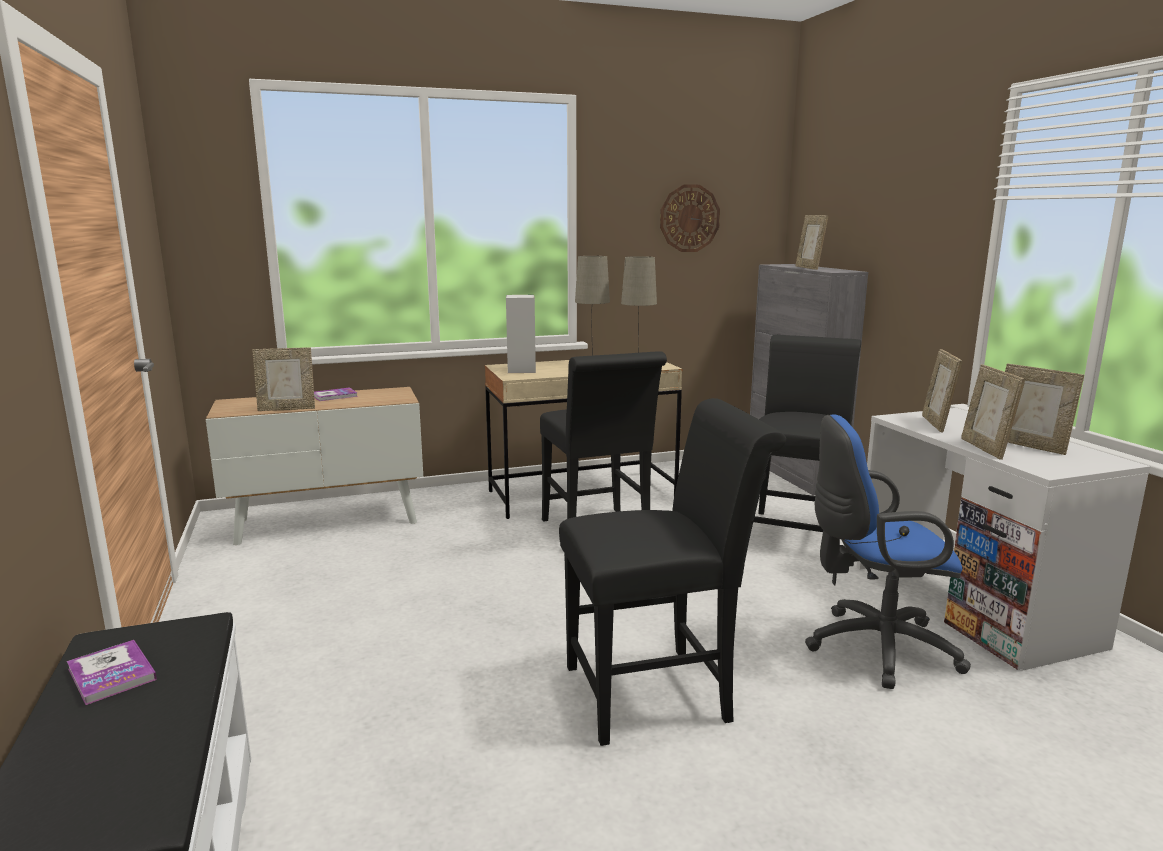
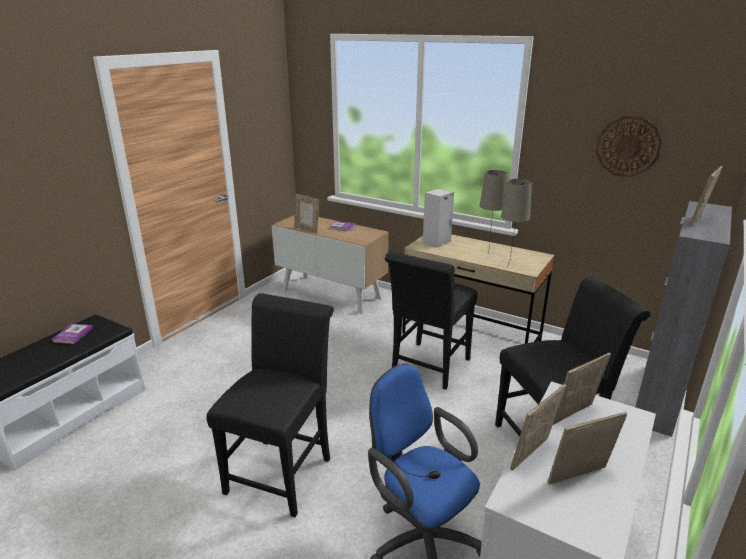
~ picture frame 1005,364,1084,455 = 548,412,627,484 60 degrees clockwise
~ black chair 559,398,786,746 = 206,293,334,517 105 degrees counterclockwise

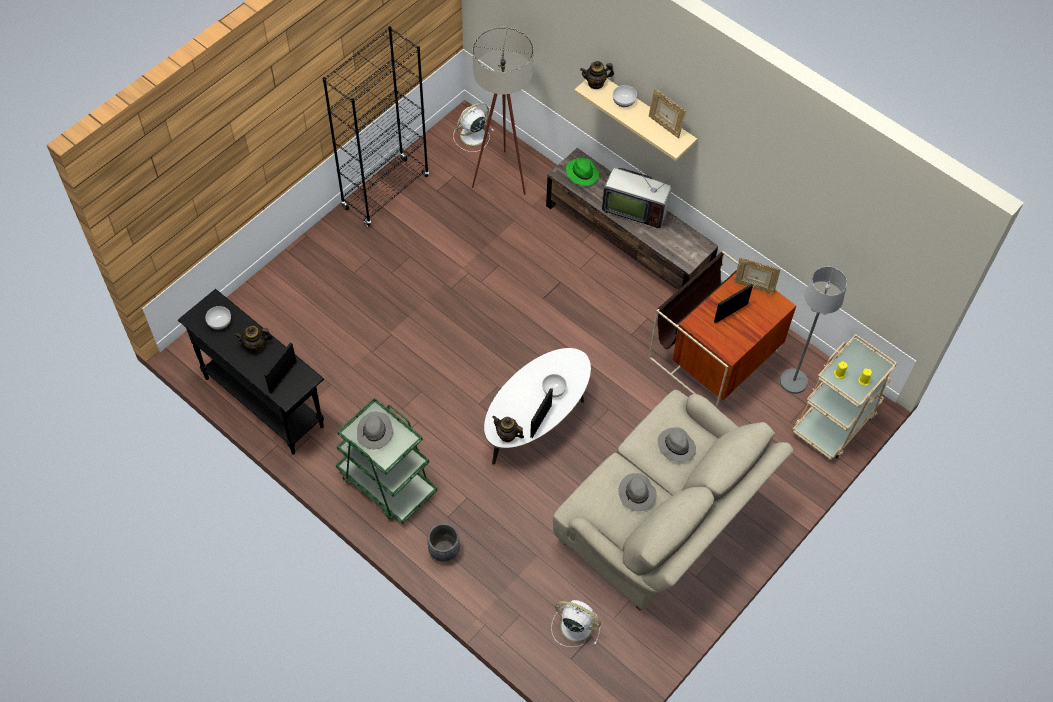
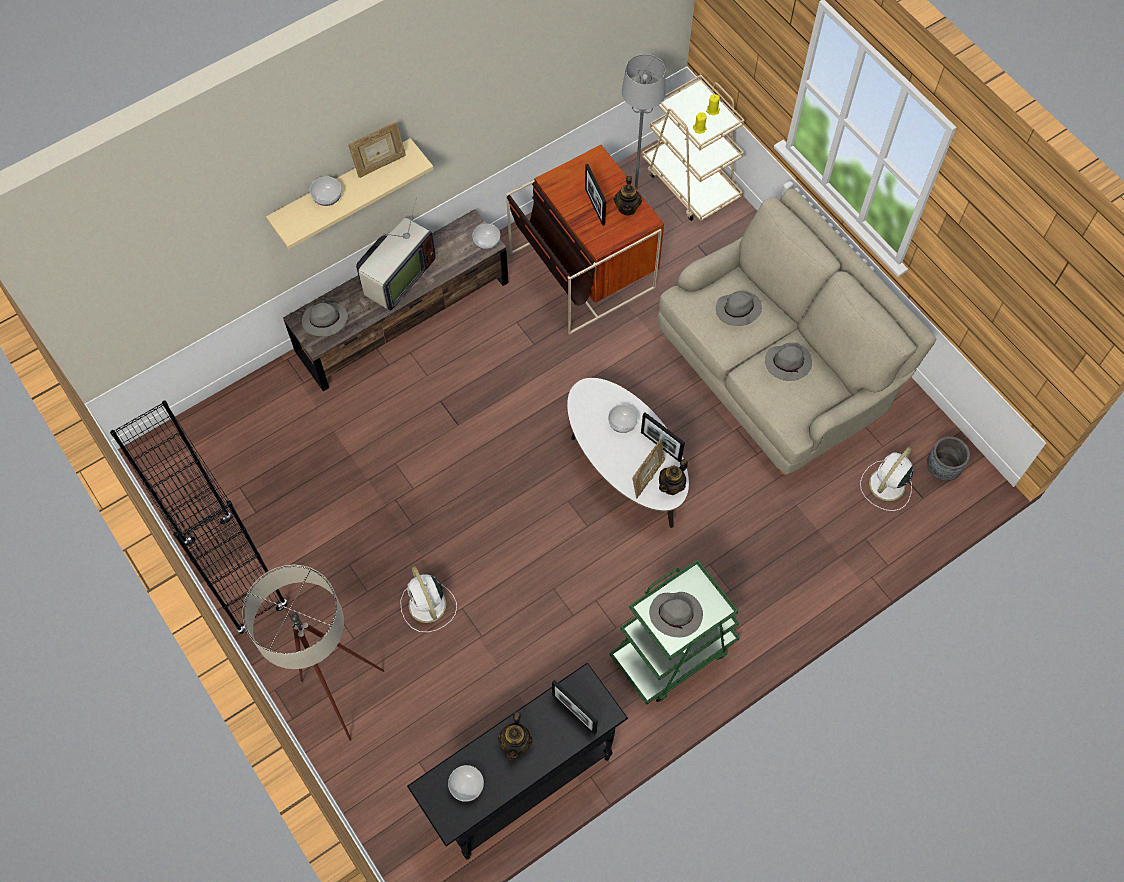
~ beige floor lamp 472,27,534,195 to 243,564,384,741
~ teapot 580,61,614,89 to 614,176,642,216
~ white fan 453,102,494,152 to 400,566,457,632
~ green hat 566,158,599,185 to grey hat 302,302,348,336
~ picture frame 734,257,780,294 to 632,438,665,498
~ grey planter 427,523,460,562 to 927,436,970,481
+ bowl 472,224,500,250

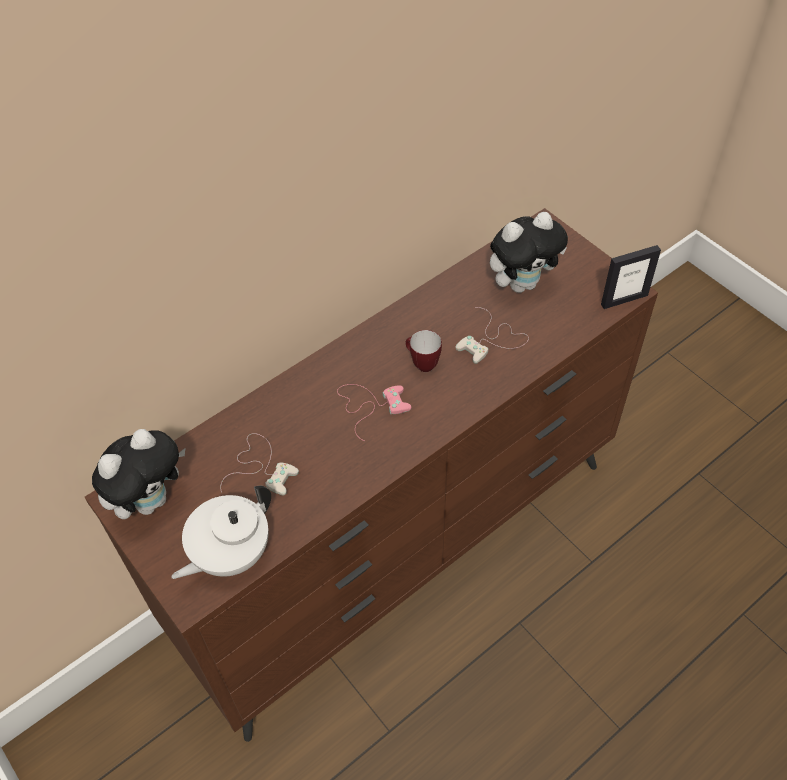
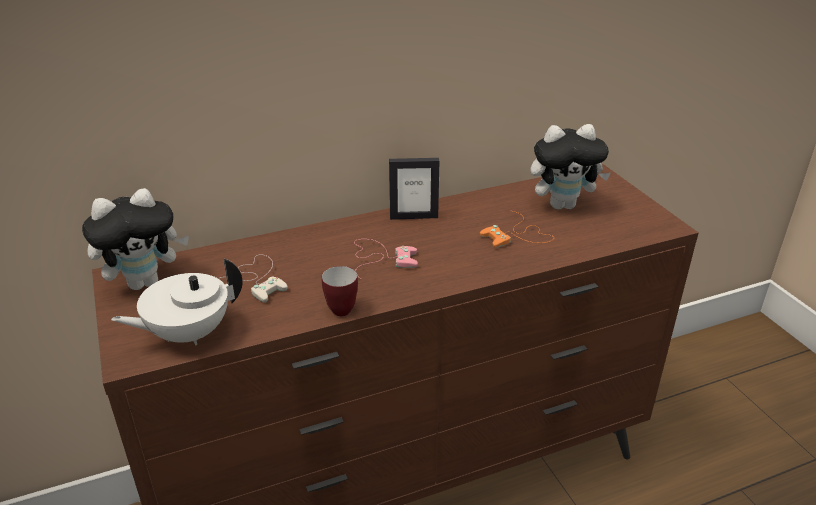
~ picture frame 601,245,661,309 to 389,158,439,220
~ white game controller 455,307,529,364 to orange game controller 480,211,554,248
~ mug 405,330,442,372 to 322,266,358,316

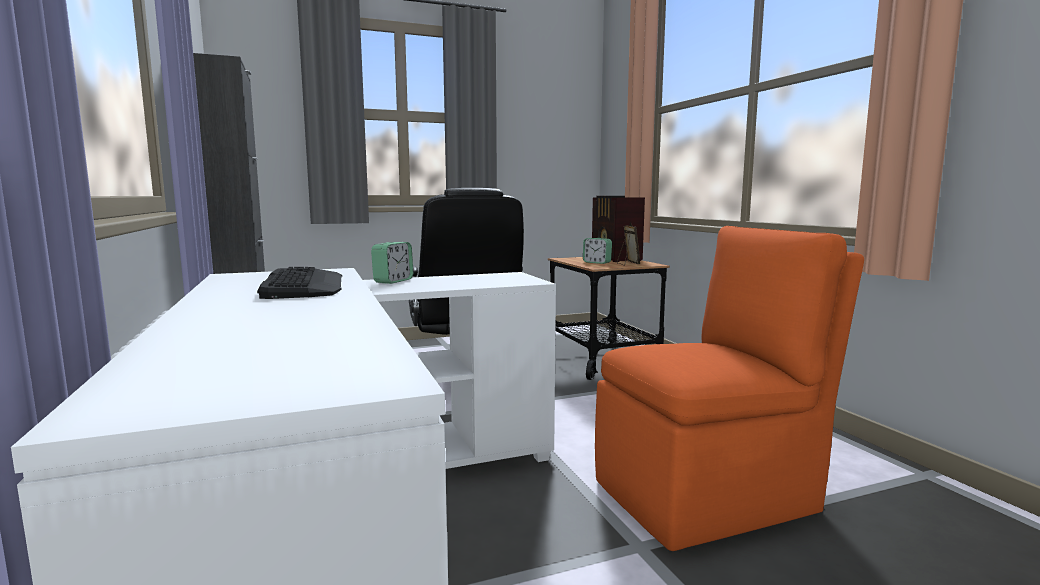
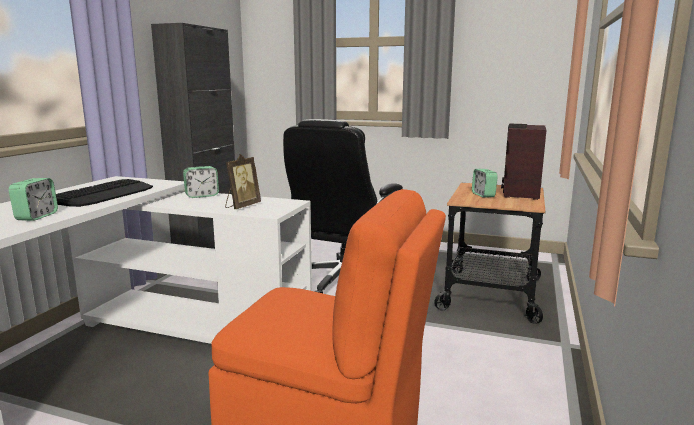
~ picture frame 617,222,640,266 to 225,154,261,209
+ alarm clock 8,178,58,221

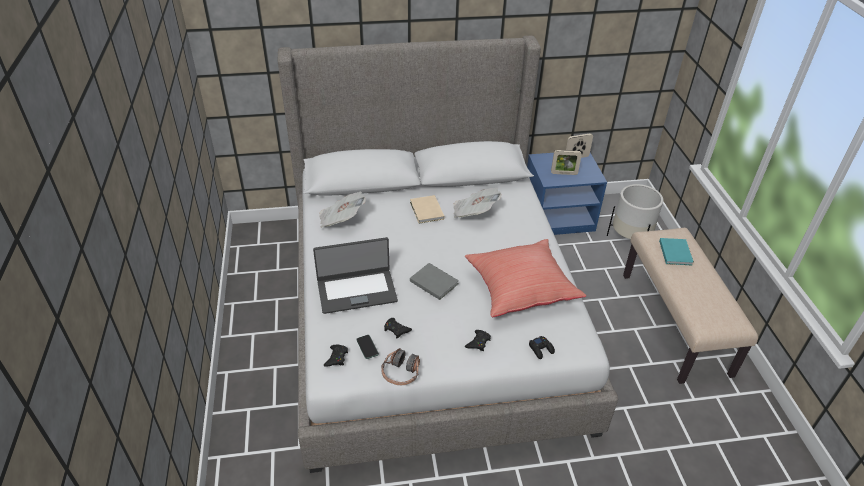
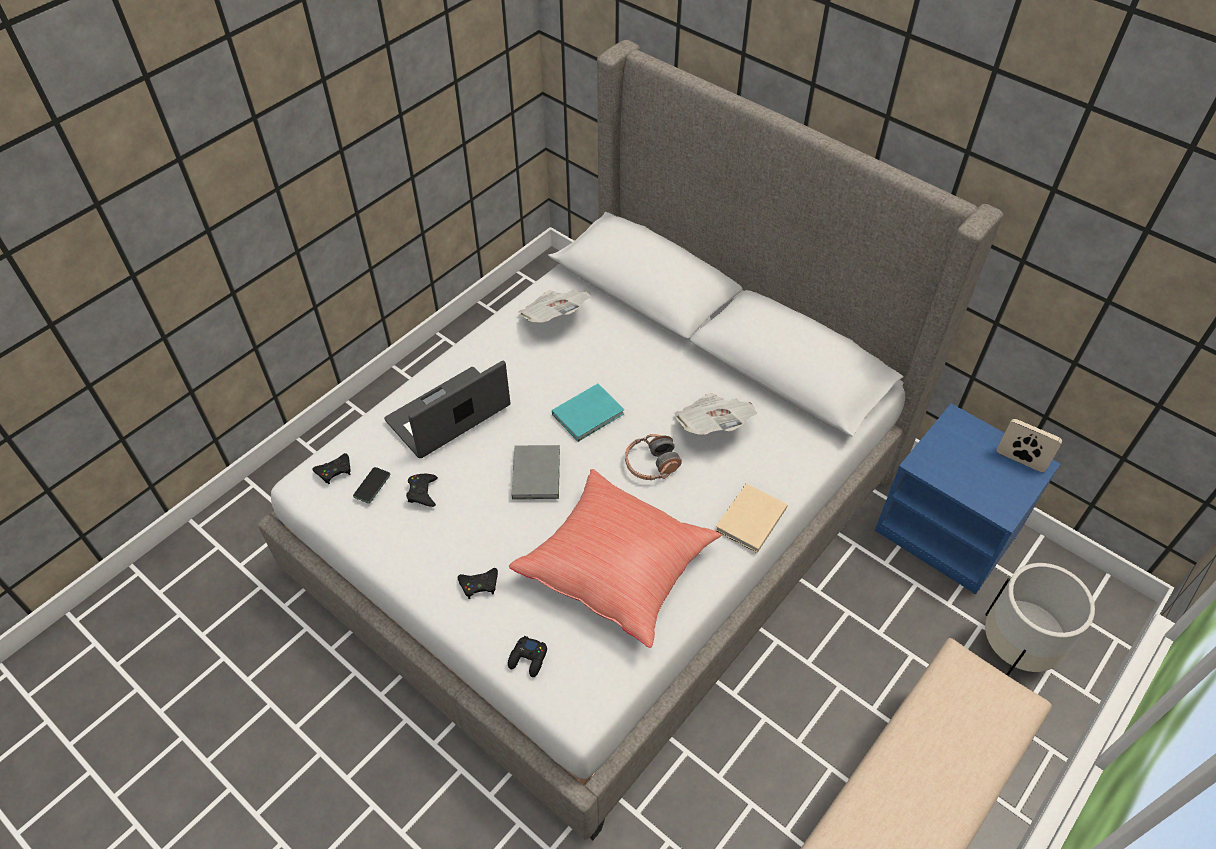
- picture frame 551,150,582,175
~ beige book 410,195,444,224 to 715,483,788,553
~ laptop 313,237,398,314 = 384,360,511,458 105 degrees clockwise
~ turquoise book 659,238,694,266 to 552,383,624,442
~ headphones 381,348,420,385 to 625,434,682,480

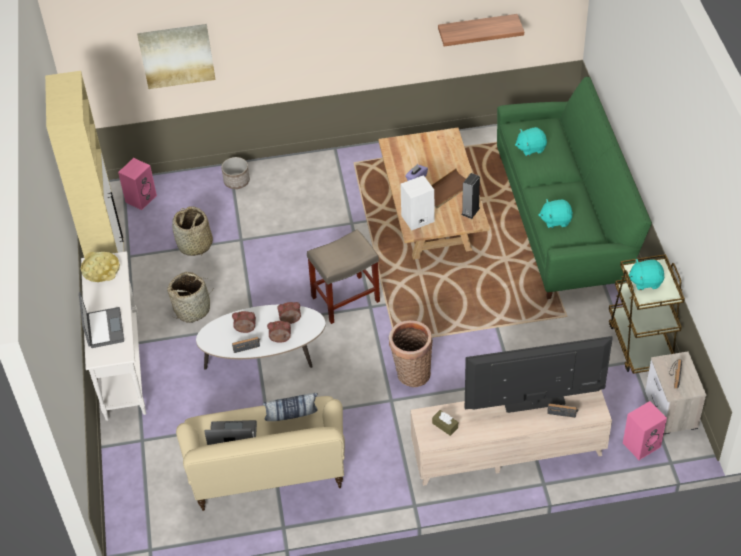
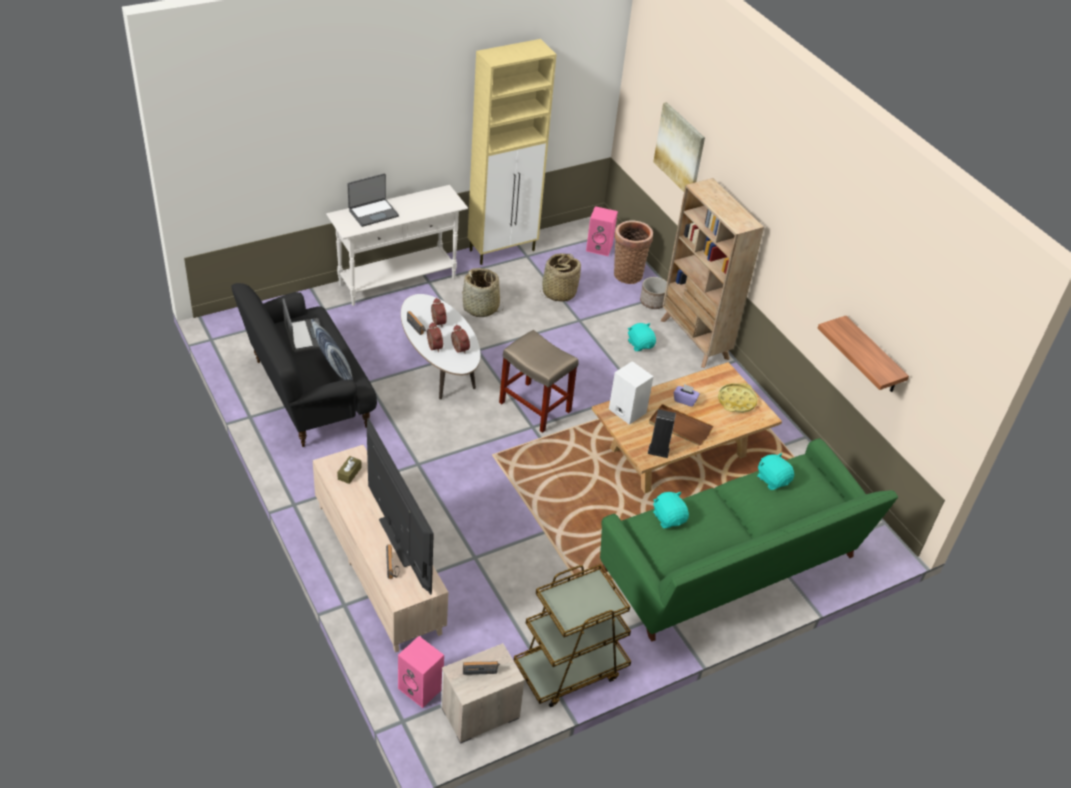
~ yellow tray 81,252,120,282 to 718,383,758,413
~ turquoise plush toy 629,259,664,290 to 628,323,656,351
~ basket 389,320,433,387 to 614,220,653,284
~ beige sofa 176,396,345,511 to black sofa 232,283,377,447
+ beige bookcase 661,178,764,368

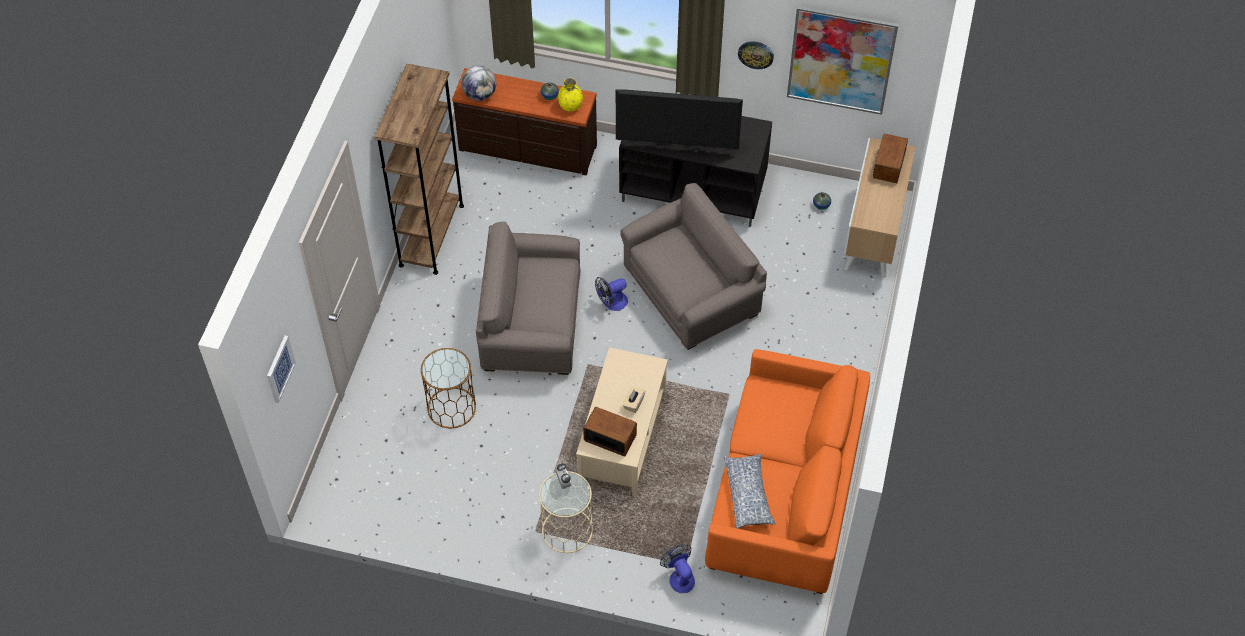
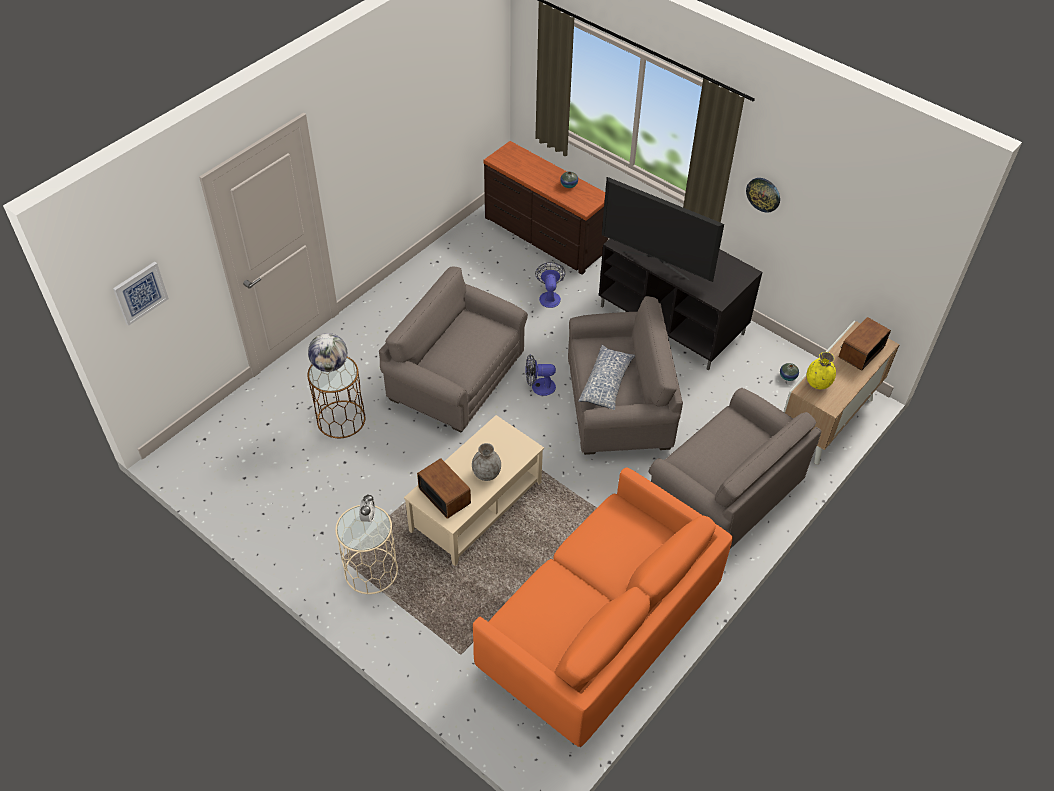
- picture 787,6,899,115
- brown bookcase 374,64,464,275
~ globe 462,66,496,101 to 308,333,347,372
~ yellow vase 558,78,583,112 to 807,352,836,389
~ beige tissue box 622,387,646,413 to grey vase 472,443,501,481
~ pillow 724,454,775,529 to 578,345,636,410
~ fan 660,544,695,593 to 535,262,565,308
+ grey armchair 649,388,821,549

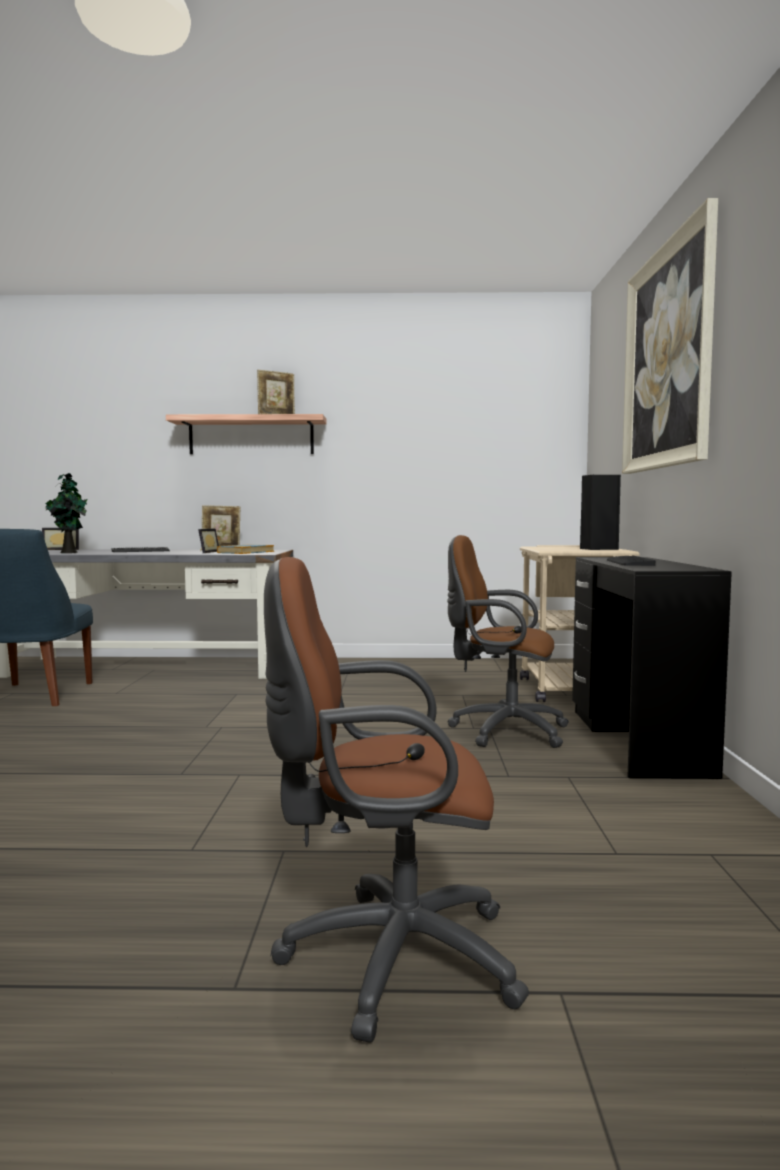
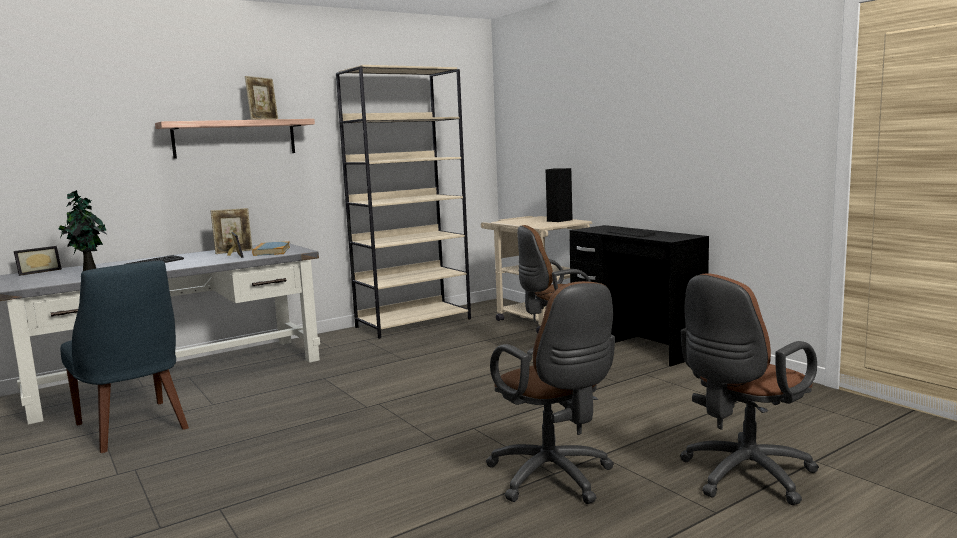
- picture 622,198,718,474
+ beige bookcase 336,65,471,339
+ brown office chair 486,281,615,504

